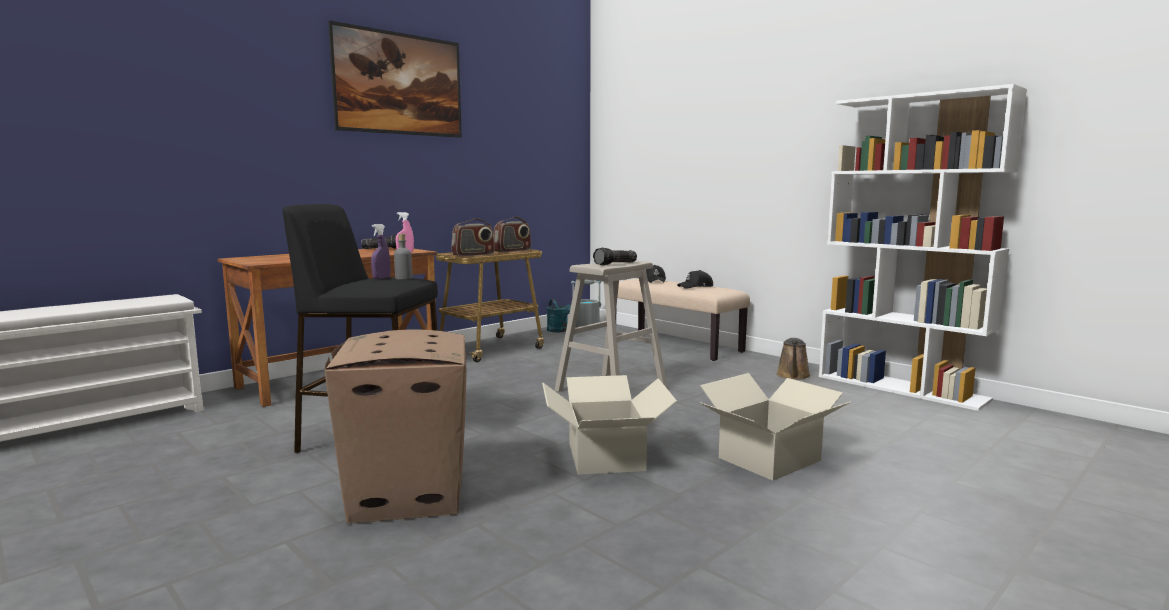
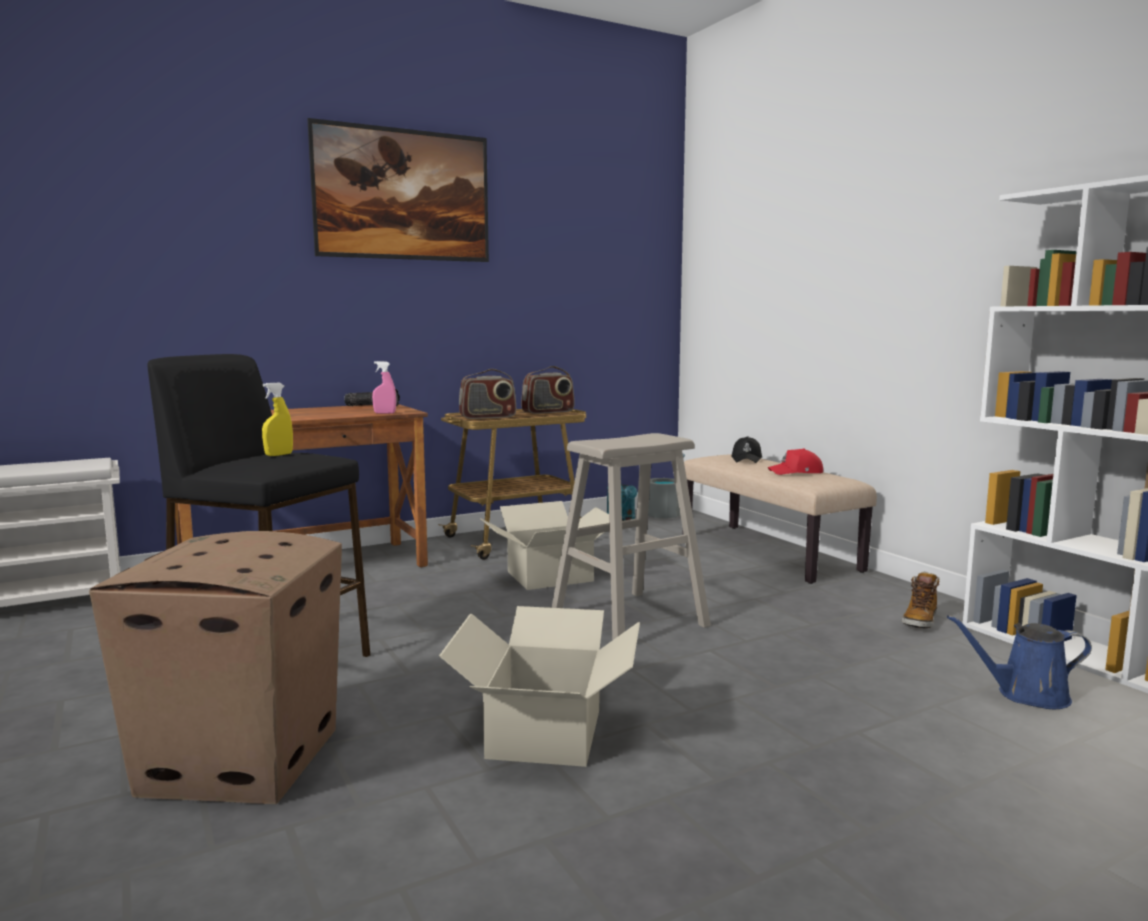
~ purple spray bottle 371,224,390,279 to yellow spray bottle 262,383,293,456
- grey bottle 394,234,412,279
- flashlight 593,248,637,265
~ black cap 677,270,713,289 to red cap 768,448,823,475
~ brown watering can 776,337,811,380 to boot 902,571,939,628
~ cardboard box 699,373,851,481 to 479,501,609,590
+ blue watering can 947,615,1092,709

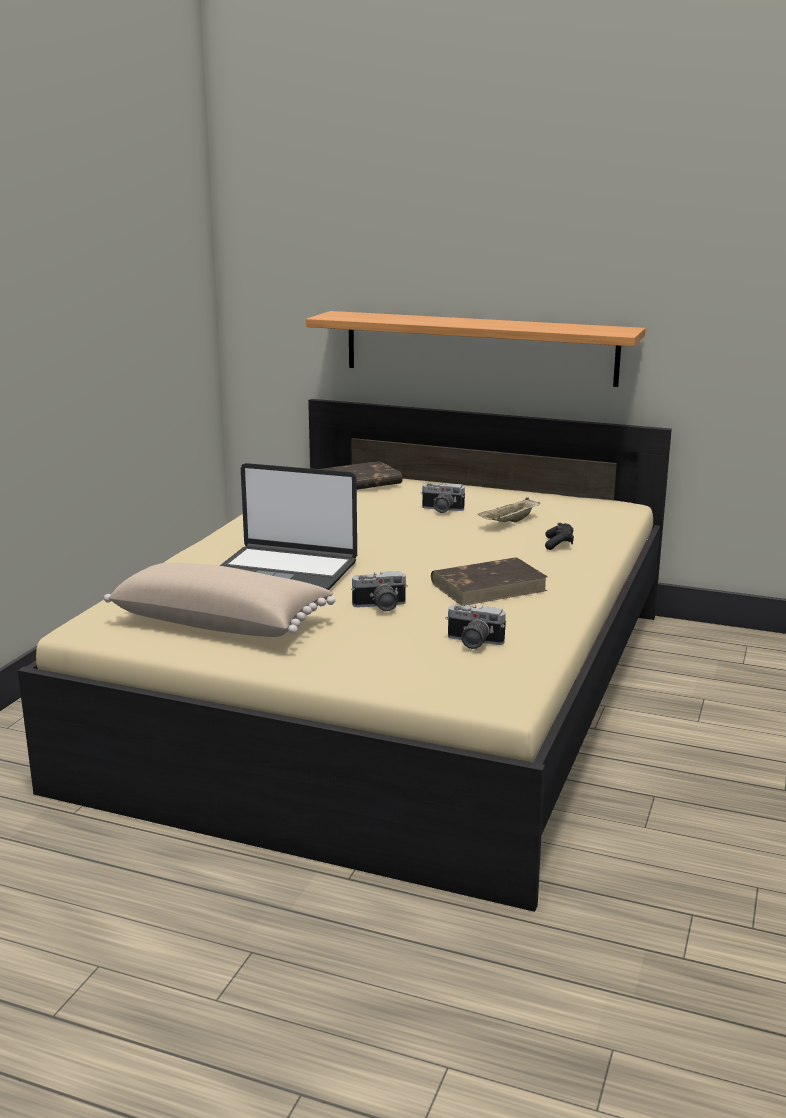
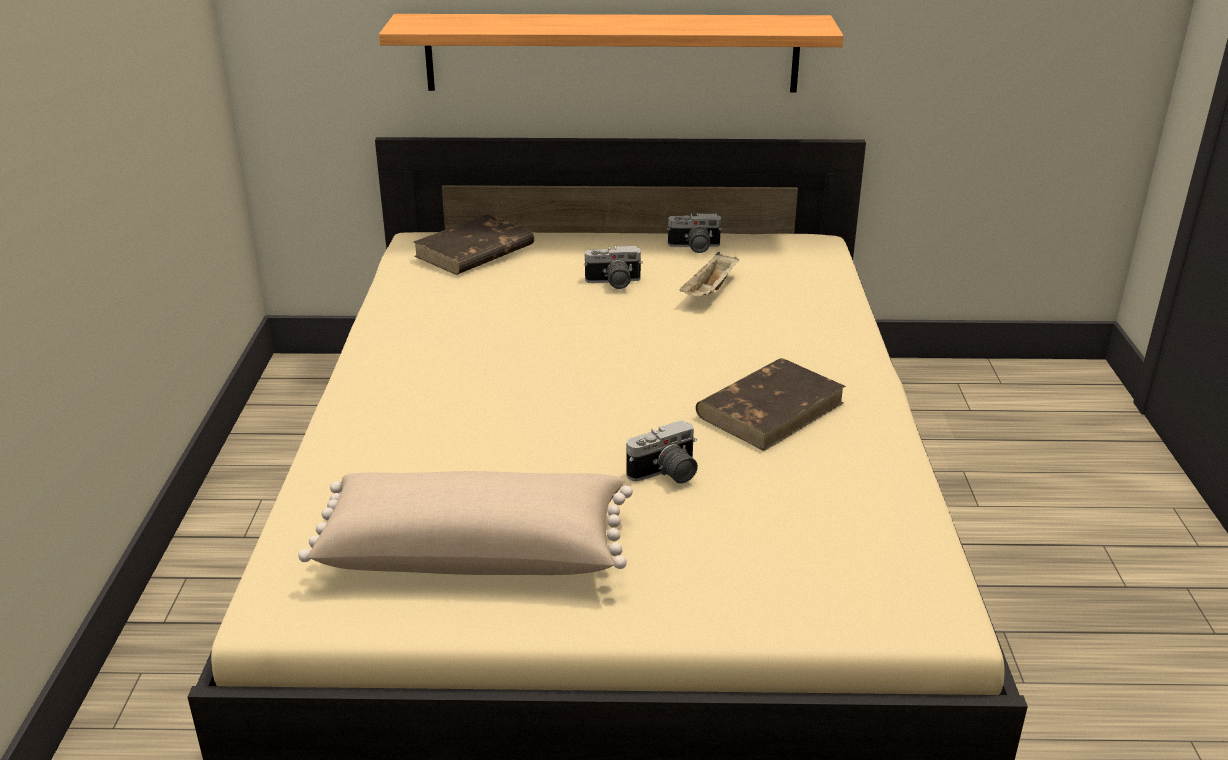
- laptop 220,463,357,590
- black game controller 545,523,574,550
~ photo camera 445,605,506,649 to 667,213,722,253

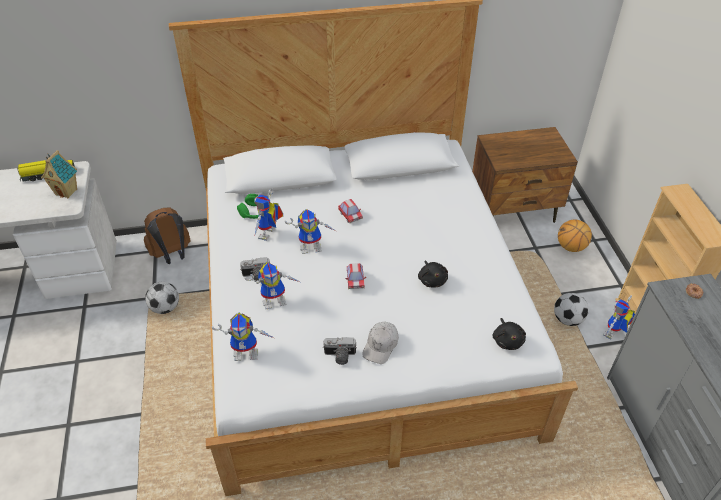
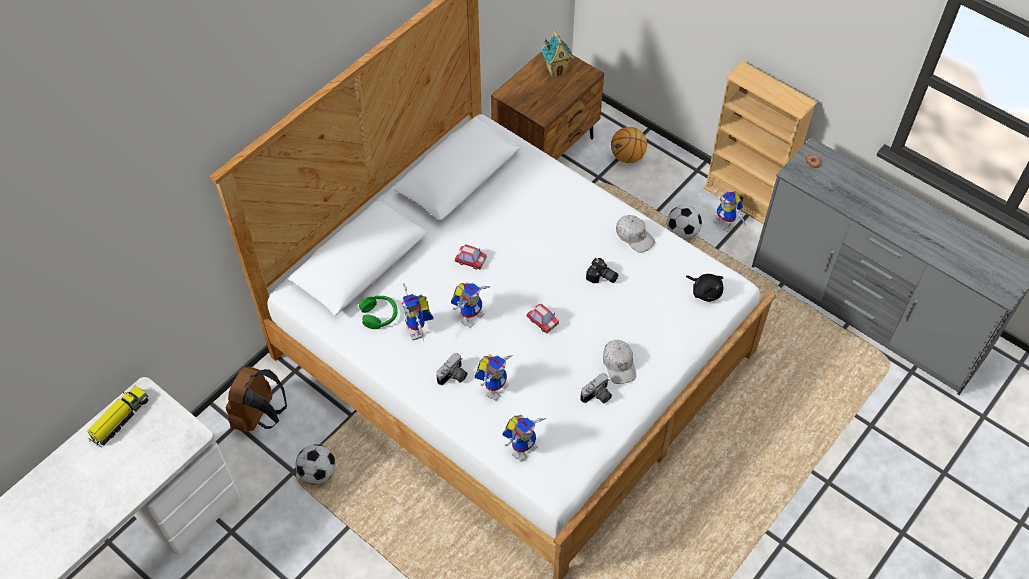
~ toy house 41,150,77,199 to 541,31,574,78
~ black plush toy 418,261,448,287 to photo camera 586,258,618,283
~ toy robot 603,295,635,339 = 712,187,746,232 45 degrees counterclockwise
+ white cap 616,215,655,253

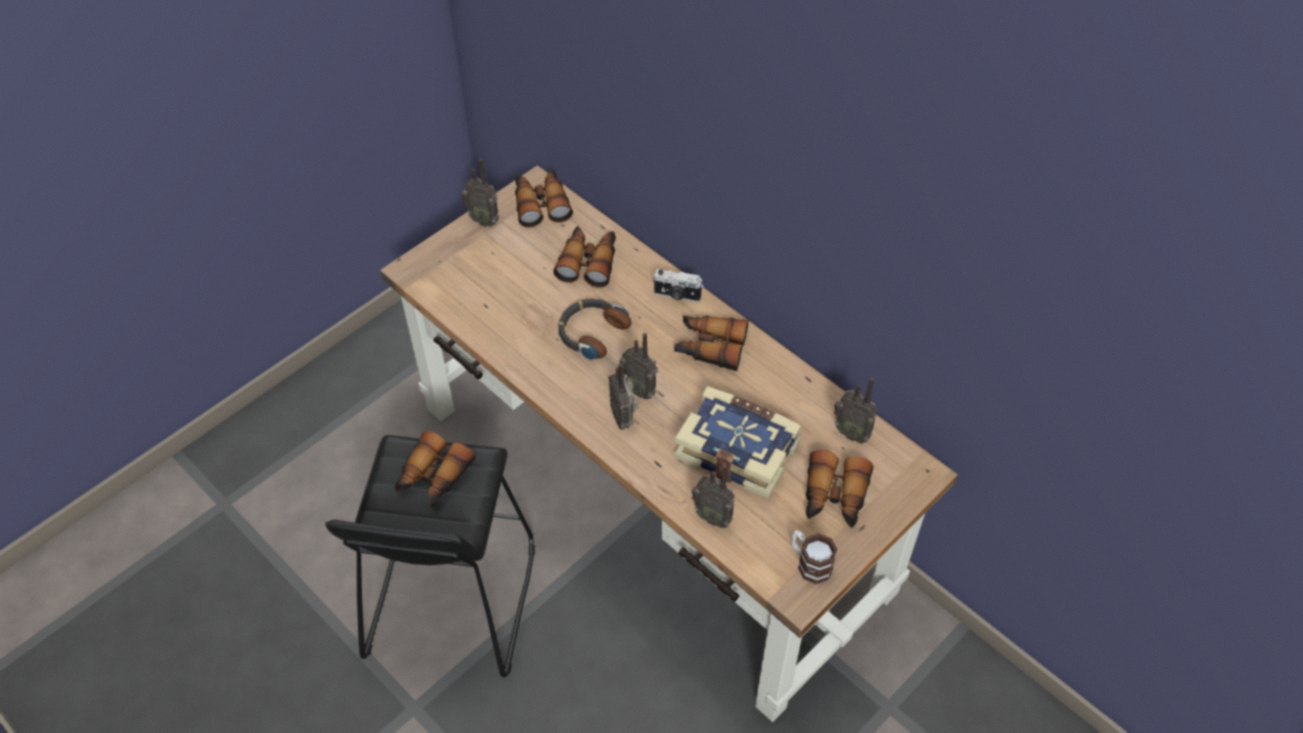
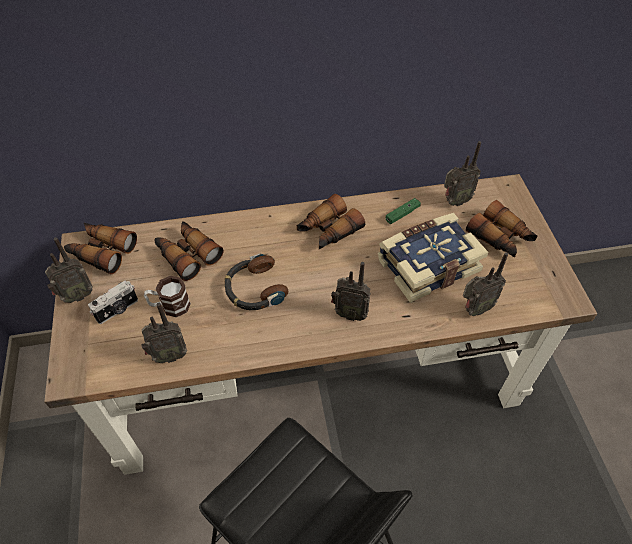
~ photo camera 653,269,704,302 to 88,281,138,324
~ radio 620,333,658,399 to 141,303,187,363
- binoculars 395,431,476,507
~ mug 792,530,838,584 to 144,276,191,317
+ green game controller 386,198,421,224

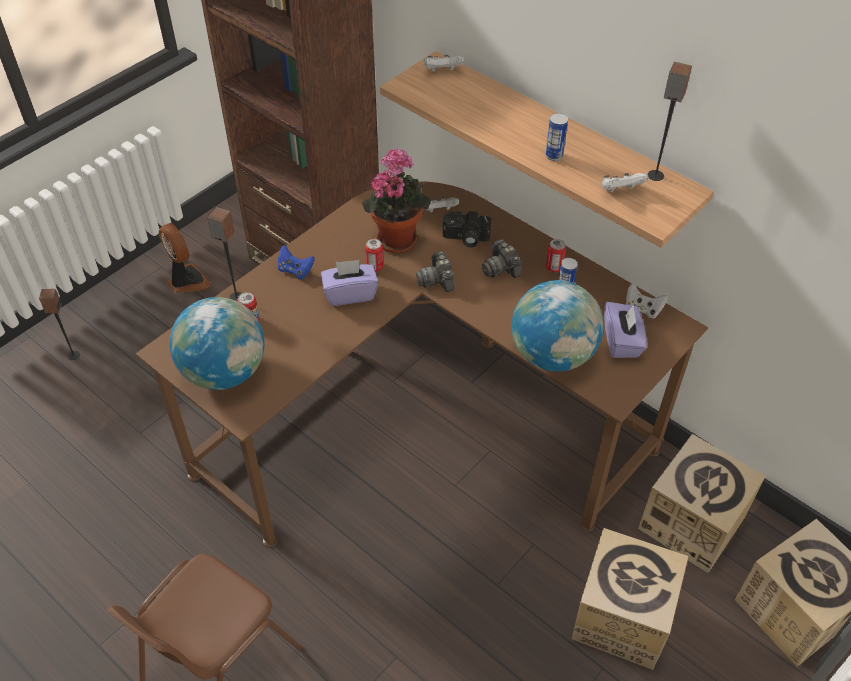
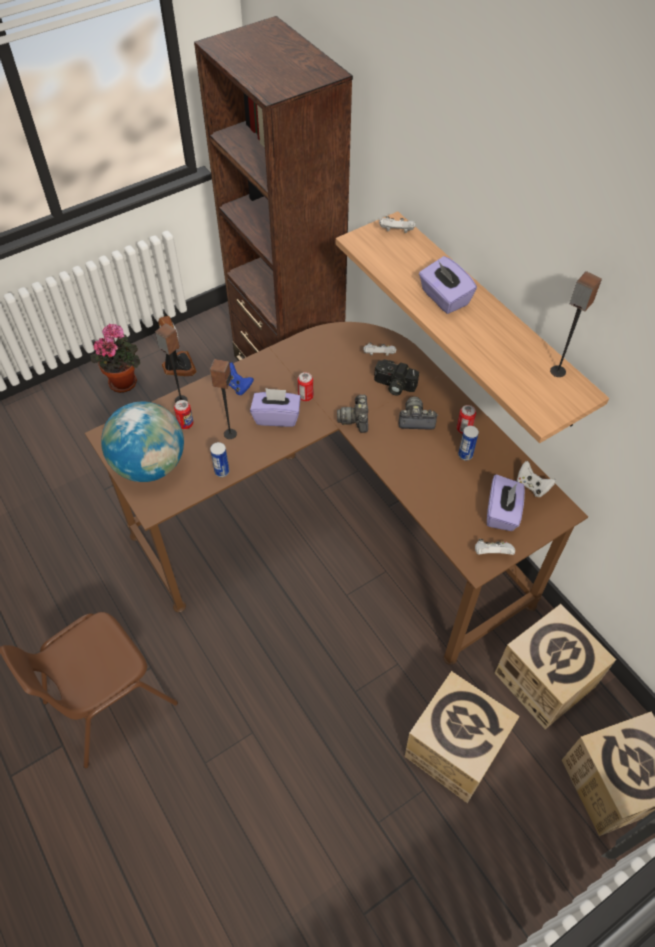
~ can 545,113,568,161 to 210,442,229,477
~ potted plant 362,149,431,253 to 91,323,140,393
~ white game controller 602,173,648,192 to 475,539,515,555
~ photo camera 482,239,521,278 = 399,396,438,430 105 degrees clockwise
- globe 511,280,604,372
~ speaker 39,289,80,360 to 210,359,237,439
+ purple tissue box 419,256,477,314

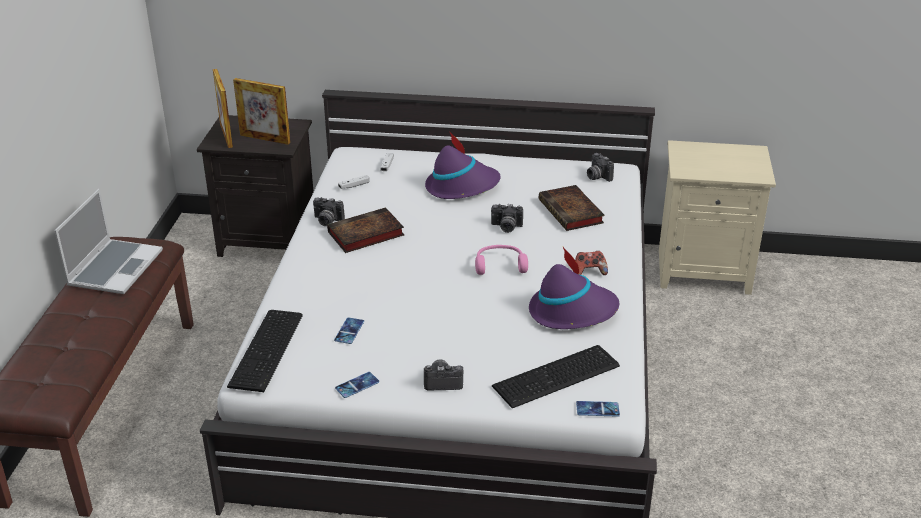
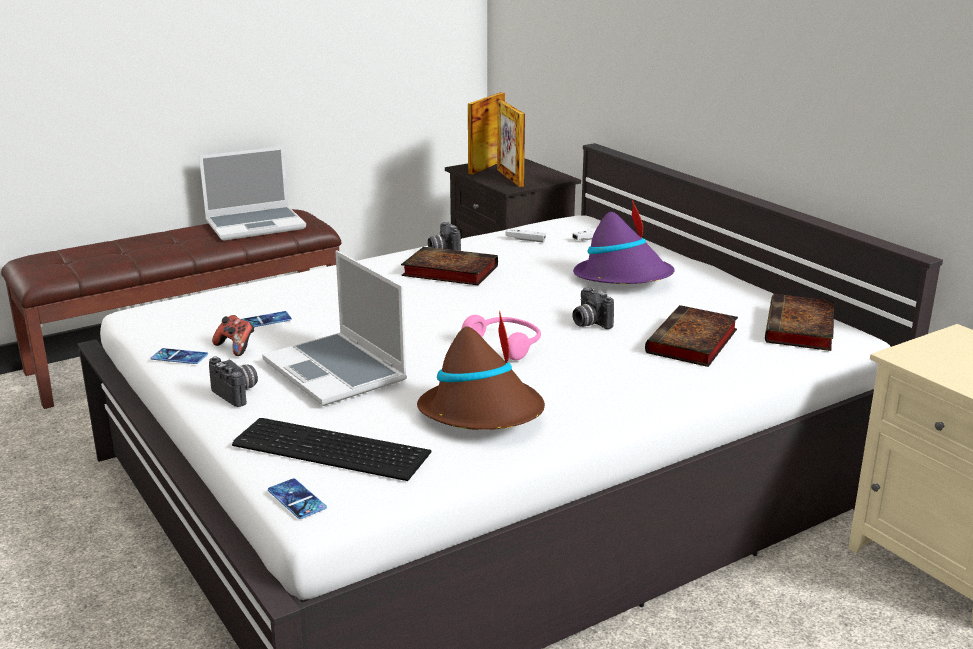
~ photo camera 587,153,614,182 to book 765,294,835,351
~ purple hat 529,247,619,329 to brown hat 417,311,545,430
~ game controller 575,251,608,275 to 212,315,255,356
- keyboard 227,310,303,392
+ laptop 262,250,407,406

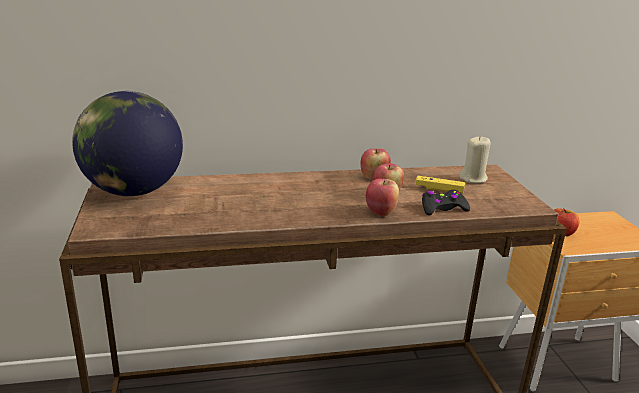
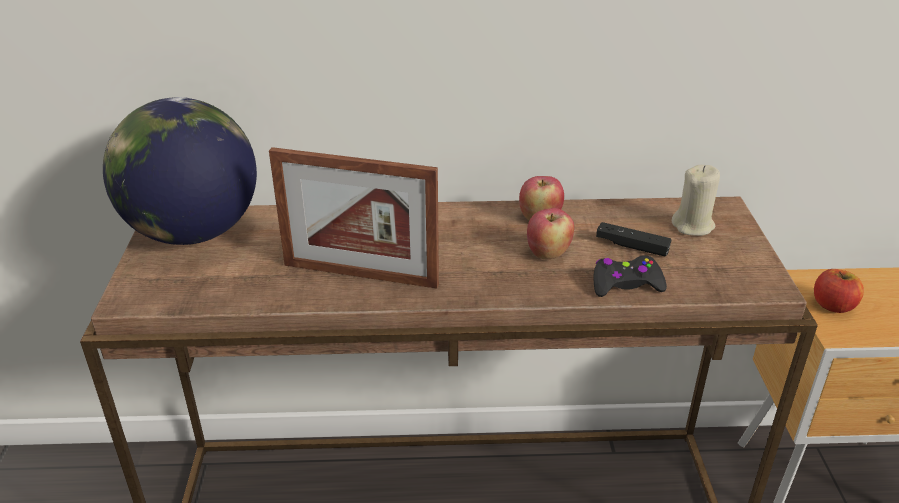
~ yellow game controller 415,176,465,194 to black game controller 596,222,671,257
- apple 366,179,399,216
+ picture frame 269,147,439,289

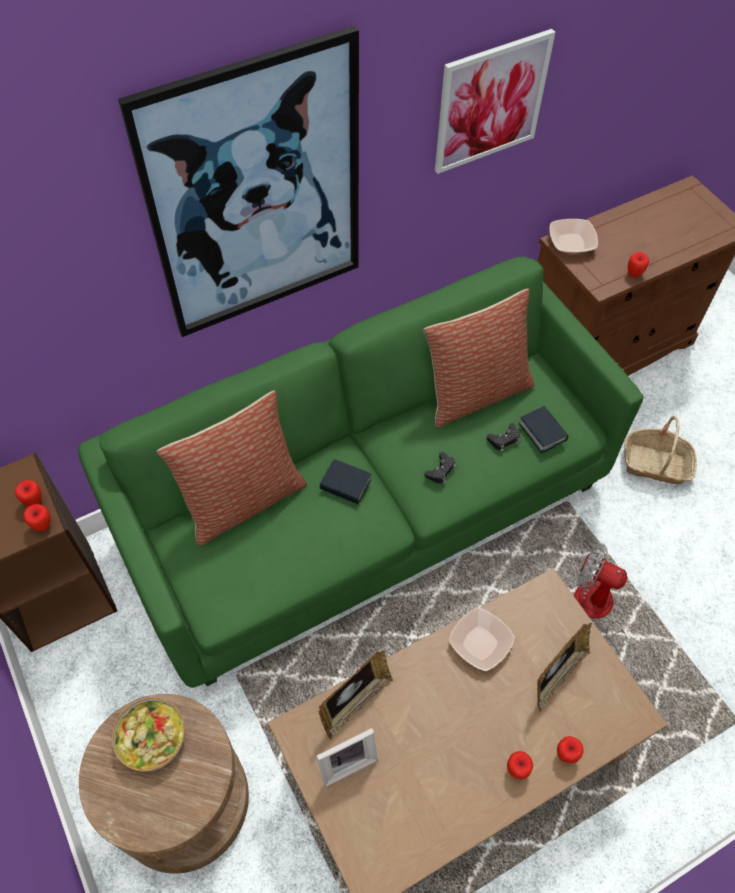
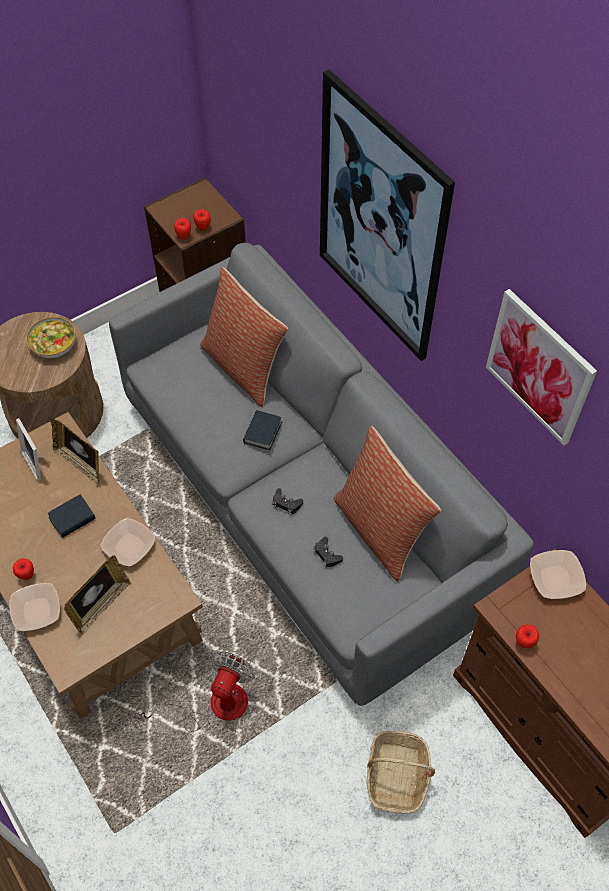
~ green sofa 78,257,644,688 to grey sofa 109,243,534,706
~ book 519,406,569,453 to 48,495,96,538
~ picture frame 537,623,592,713 = 64,555,132,635 90 degrees counterclockwise
~ apple 557,736,584,763 to bowl 9,583,60,631

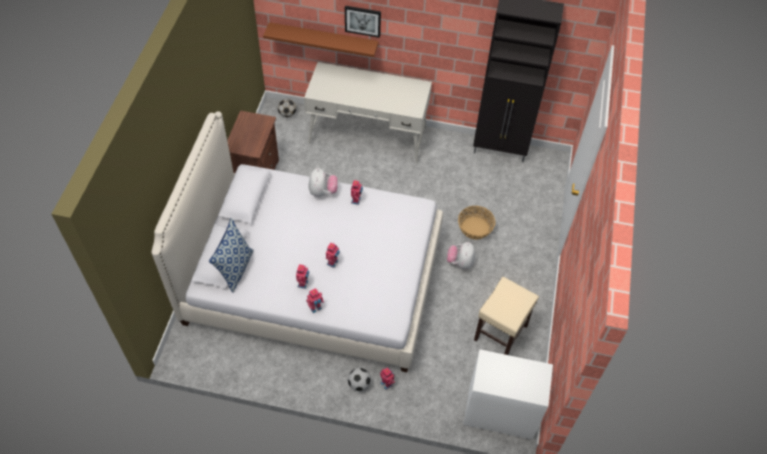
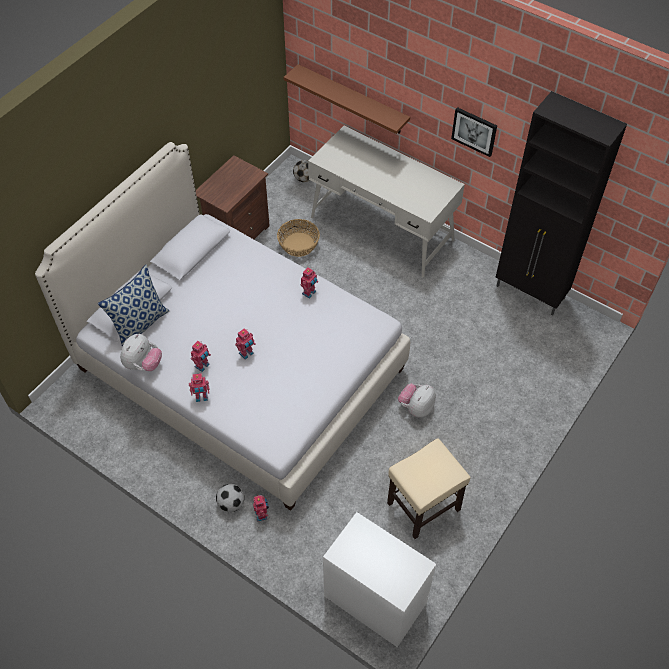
~ picture 345,6,381,38 to 451,107,497,157
~ plush toy 308,168,338,197 to 120,334,162,371
~ basket 458,206,495,240 to 277,219,320,257

